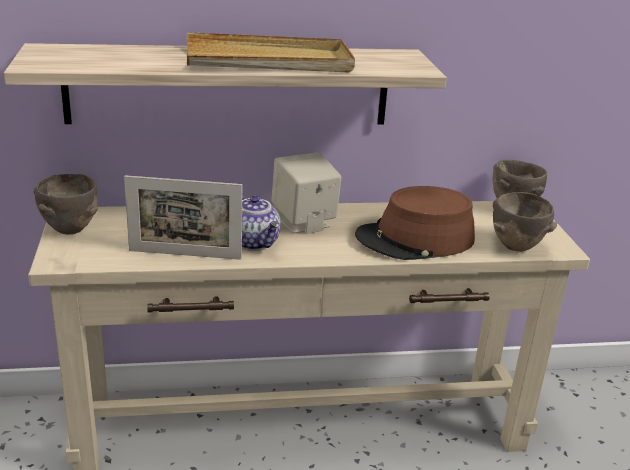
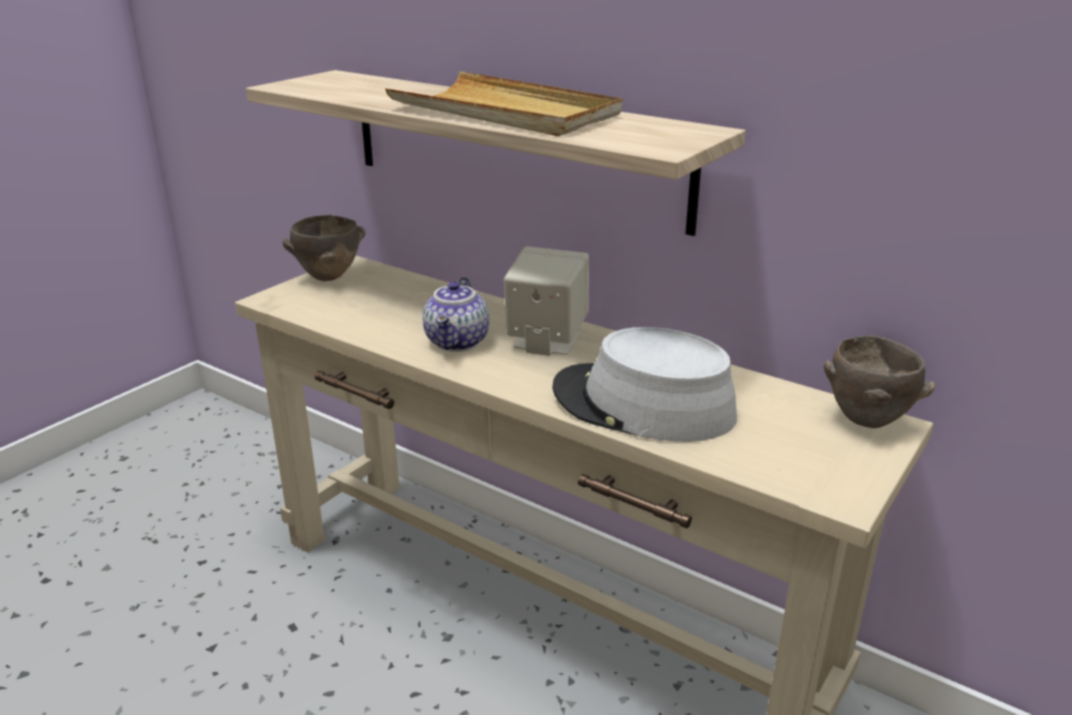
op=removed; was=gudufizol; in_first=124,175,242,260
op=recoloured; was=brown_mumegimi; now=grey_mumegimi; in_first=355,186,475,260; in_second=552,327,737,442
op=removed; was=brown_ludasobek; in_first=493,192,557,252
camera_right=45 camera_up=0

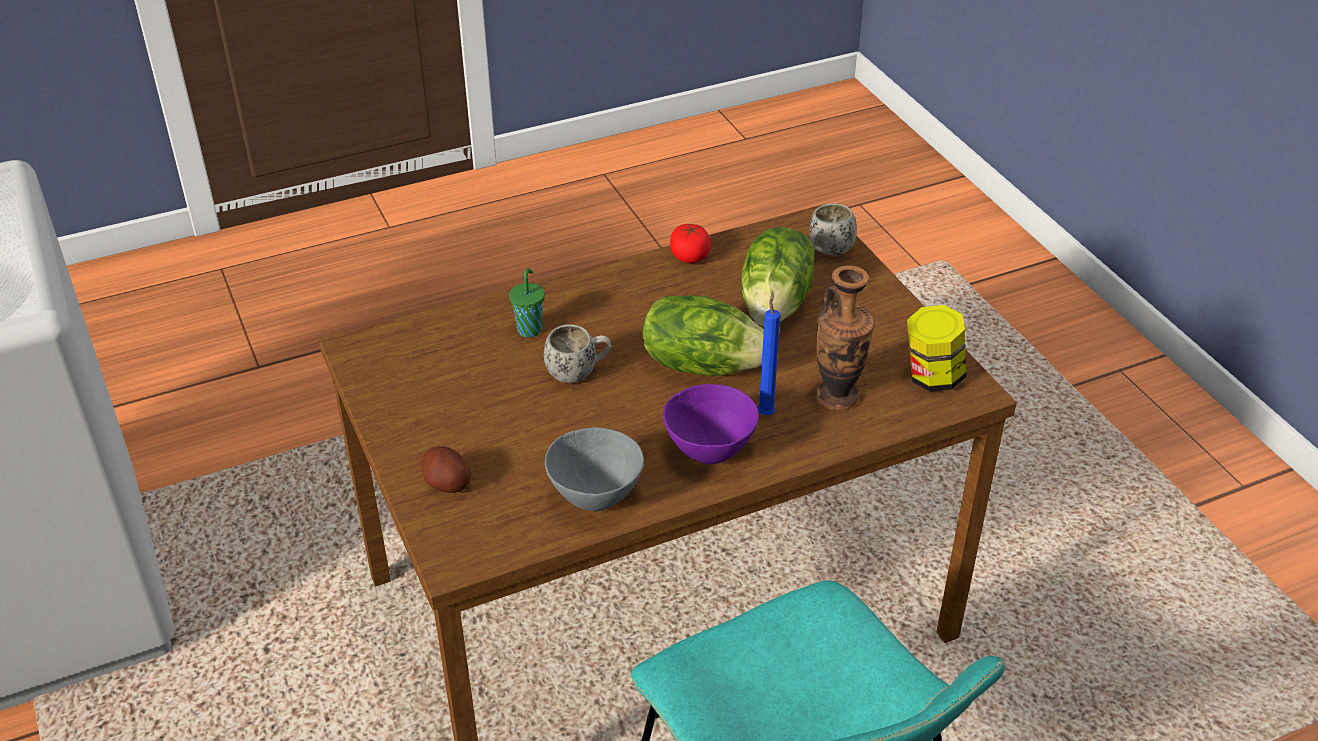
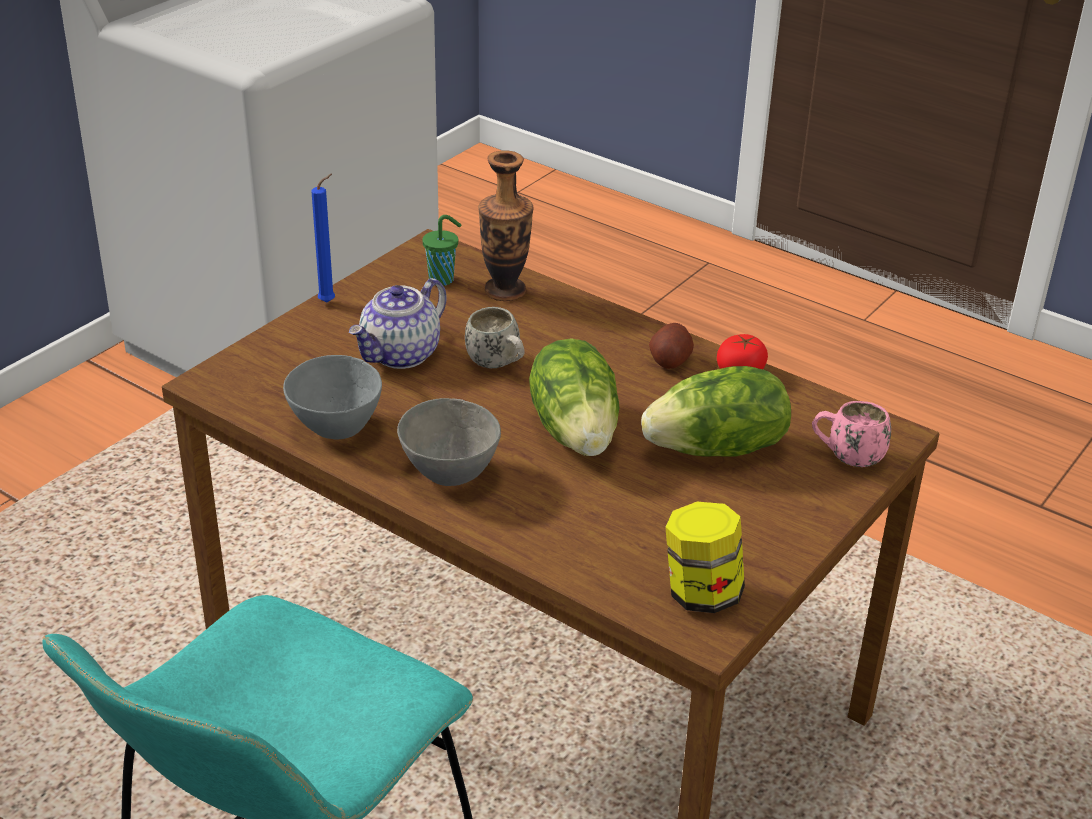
op=recoloured; was=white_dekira; now=pink_dekira; in_first=809,203,857,256; in_second=812,401,891,467
op=moved; was=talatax; in_first=816,265,875,410; in_second=478,151,533,301
op=moved; was=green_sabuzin; in_first=509,268,545,337; in_second=422,215,461,286
op=moved; was=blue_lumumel; in_first=758,292,780,415; in_second=311,174,335,302
op=recoloured; was=purple_ludasobek; now=grey_ludasobek; in_first=663,384,759,464; in_second=397,398,501,486
op=moved; was=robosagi; in_first=421,446,471,493; in_second=649,323,694,369
op=added; now=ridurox; in_second=349,278,447,369
camera_right=60 camera_up=-5

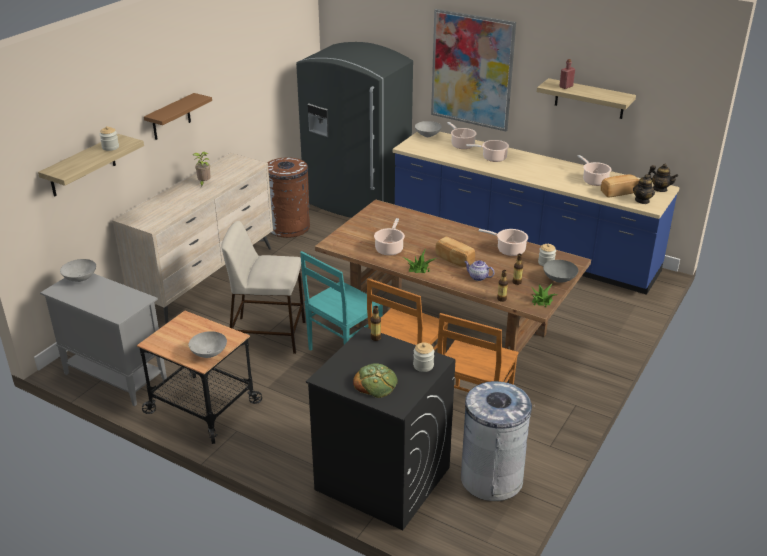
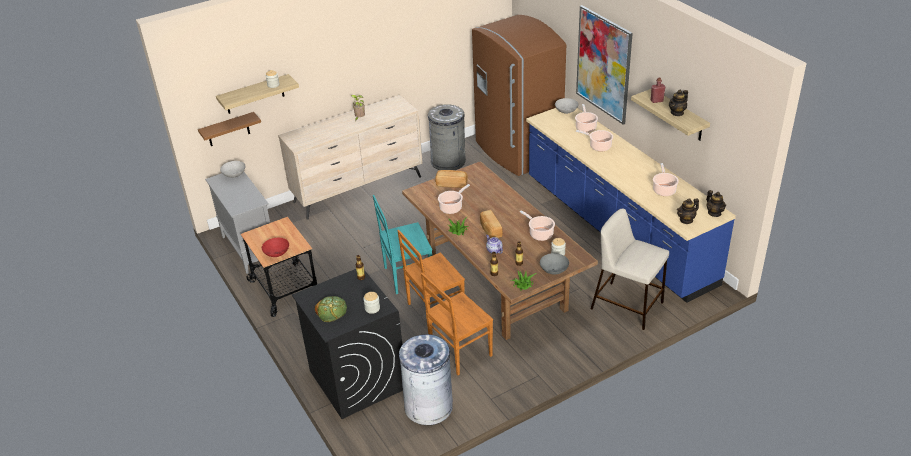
op=recoloured; was=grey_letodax; now=brown_letodax; in_first=296,42,413,218; in_second=472,15,566,176
op=moved; was=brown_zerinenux; in_first=144,93,212,140; in_second=198,112,261,146
op=recoloured; was=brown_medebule; now=grey_medebule; in_first=268,157,310,238; in_second=428,104,466,170
op=moved; was=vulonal; in_first=601,175,639,197; in_second=435,170,468,188
op=moved; was=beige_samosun; in_first=221,221,305,354; in_second=591,209,669,330
op=recoloured; was=grey_ludasobek; now=red_ludasobek; in_first=189,331,227,358; in_second=262,238,289,257
op=added; now=ridurox; in_second=669,90,688,116
camera_right=30 camera_up=5

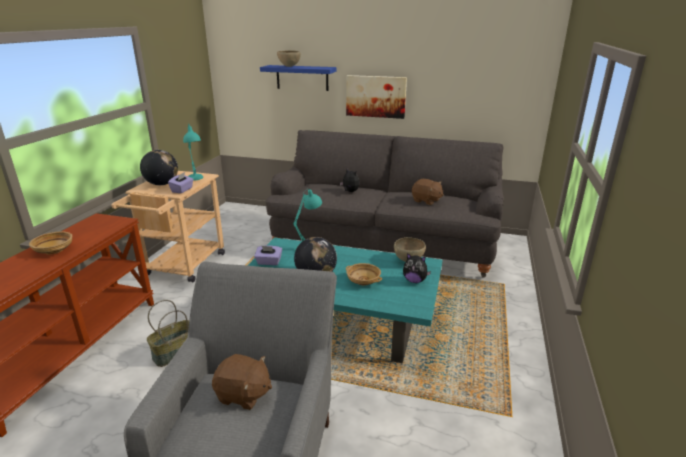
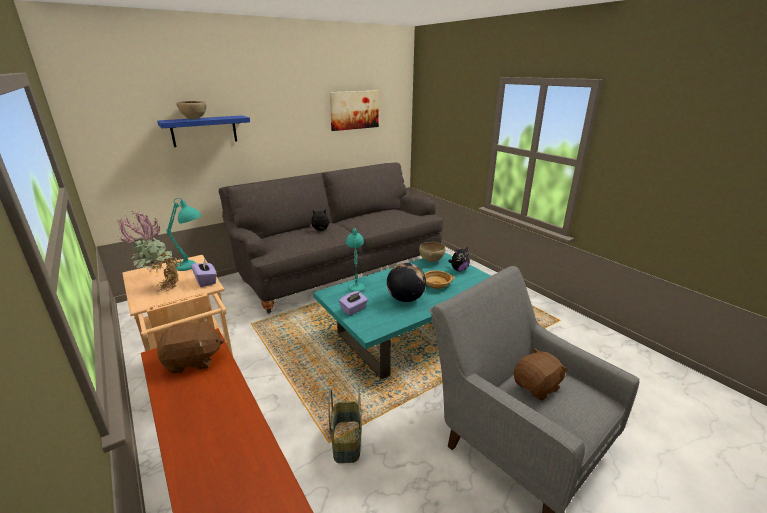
op=moved; was=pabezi; in_first=346,75,407,119; in_second=329,91,379,131
op=replaced; was=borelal; now=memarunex; in_first=140,150,178,185; in_second=117,211,181,292
op=moved; was=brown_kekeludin; in_first=412,179,444,205; in_second=157,318,224,374
op=removed; was=beige_ludasobek; in_first=29,232,72,254
camera_right=-50 camera_up=0

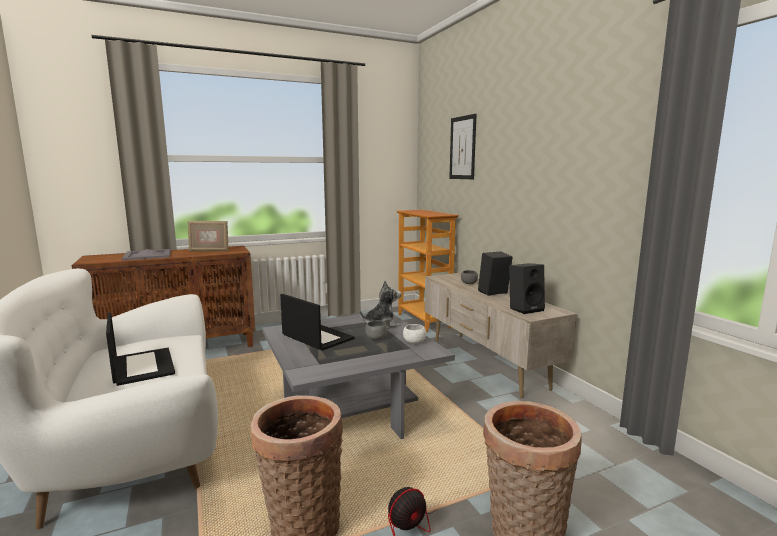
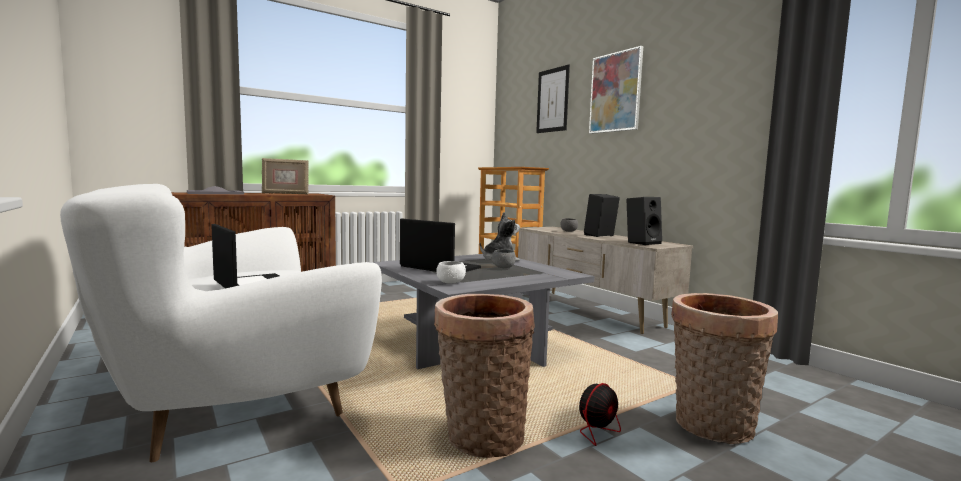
op=moved; was=white_ludasobek; in_first=403,324,427,344; in_second=436,261,466,284
op=added; now=pabezi; in_second=589,46,643,134
camera_right=-10 camera_up=-5

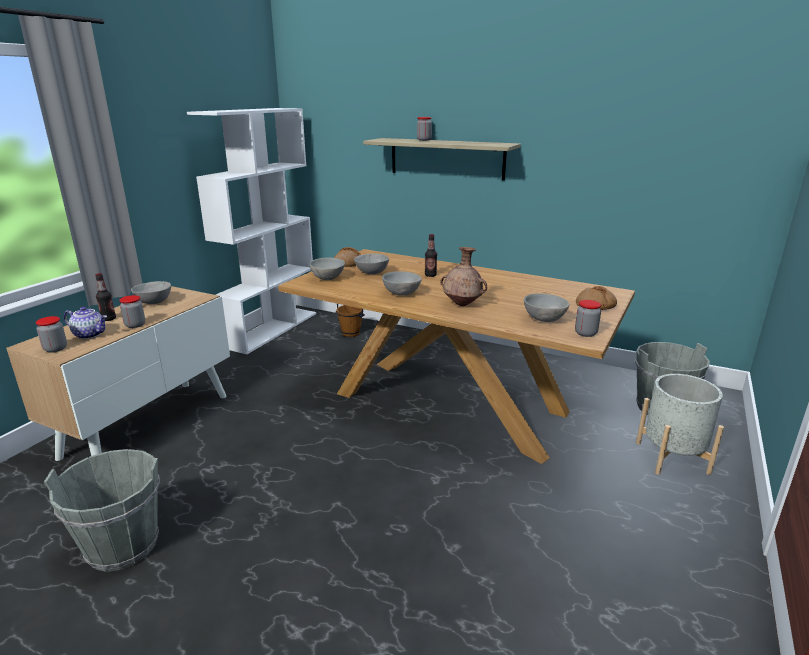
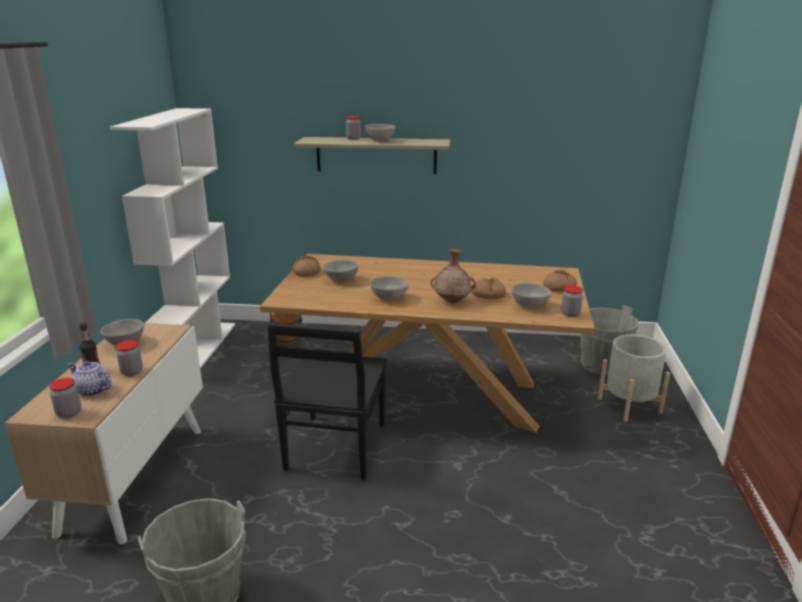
op=removed; was=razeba; in_first=425,234,437,277
op=moved; was=grey_ludasobek; in_first=309,258,345,280; in_second=365,124,396,141
op=turned; was=ridurox; in_first=64,307,107,339; in_second=67,361,112,397; clockwise=-150
op=added; now=vulonal; in_second=471,278,506,299
op=added; now=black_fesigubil; in_second=267,323,387,480
camera_right=-20 camera_up=0

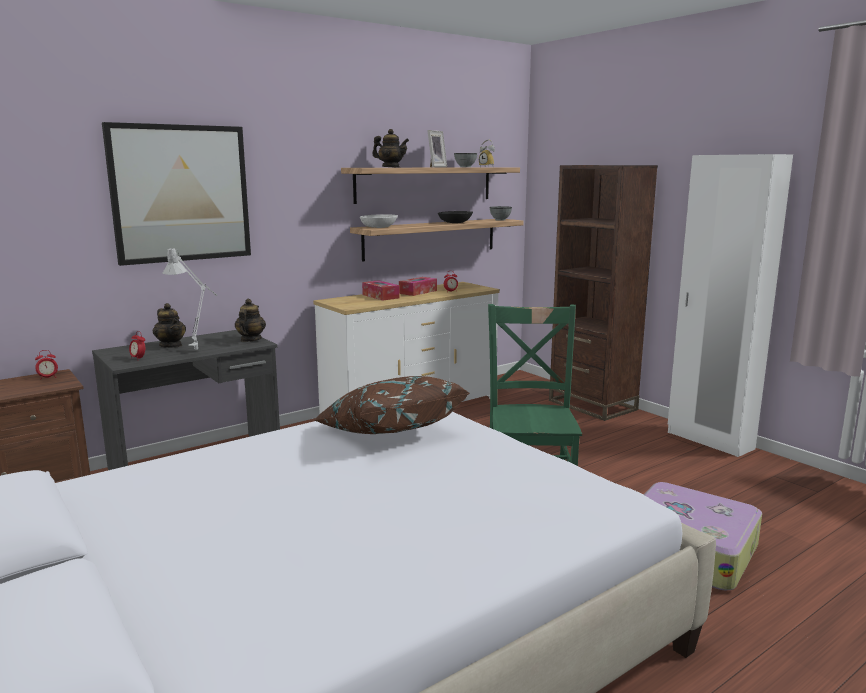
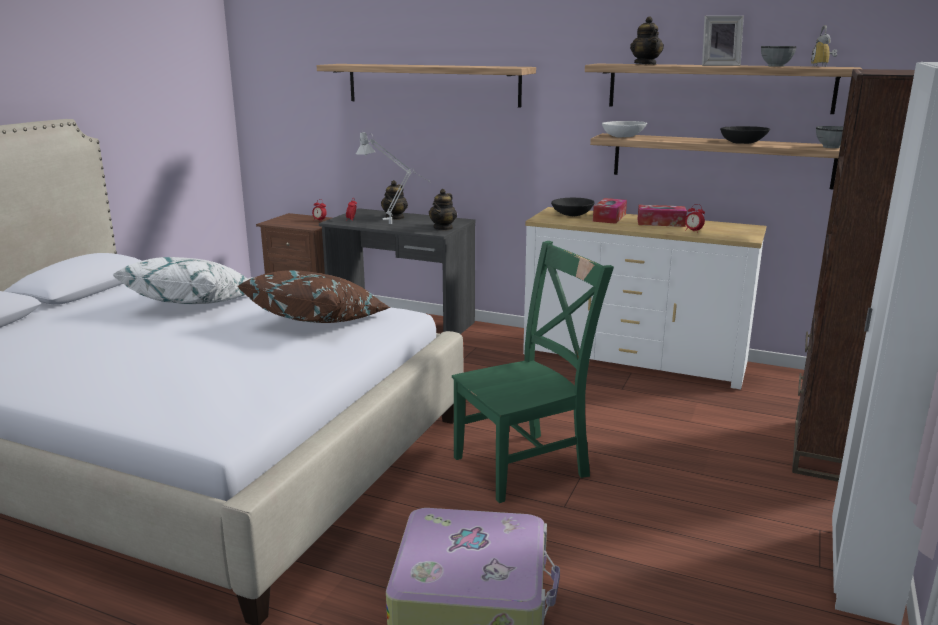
op=replaced; was=pabezi; now=zerinenux; in_first=102,122,251,266; in_second=317,64,536,108
op=turned; was=ridurox; in_first=235,298,266,342; in_second=429,189,457,230; clockwise=135
op=added; now=black_ludasobek; in_second=551,198,595,216
op=added; now=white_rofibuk; in_second=112,257,249,304
camera_right=60 camera_up=5

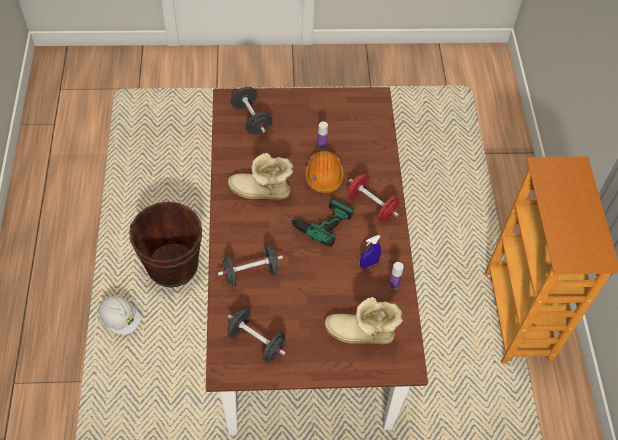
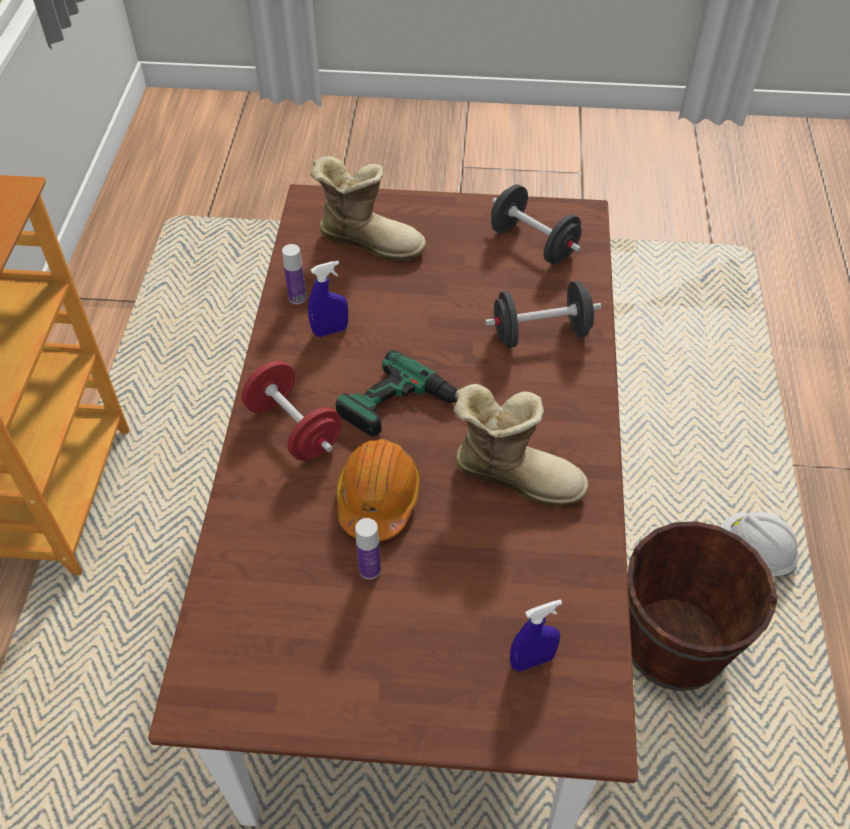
op=replaced; was=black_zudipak; now=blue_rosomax; in_first=231,87,273,135; in_second=510,599,562,672
camera_right=-170 camera_up=-5

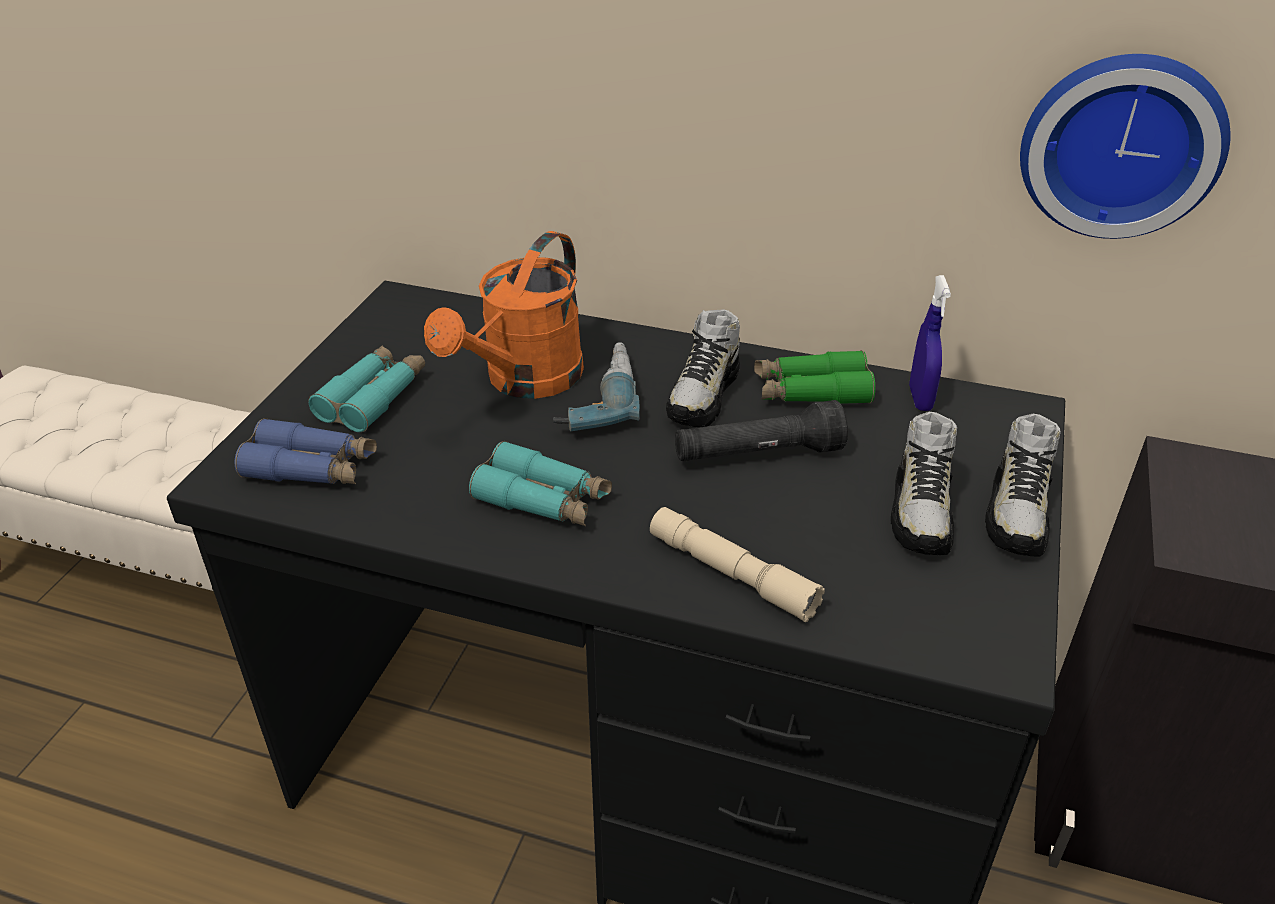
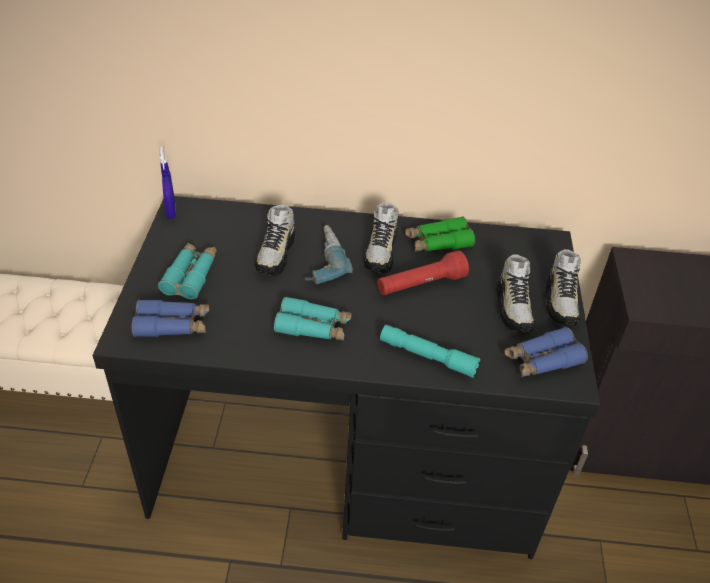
op=removed; was=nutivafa; in_first=1020,54,1230,239
op=replaced; was=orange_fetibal; now=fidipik; in_first=424,231,584,399; in_second=255,204,295,276
op=moved; was=blue_rosomax; in_first=909,275,951,411; in_second=160,147,176,219
op=recoloured; was=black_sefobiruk; now=red_sefobiruk; in_first=675,400,848,461; in_second=377,250,469,295
op=recoloured; was=beige_sefobiruk; now=turquoise_sefobiruk; in_first=650,507,825,622; in_second=380,325,480,378
op=added; now=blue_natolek; in_second=505,327,588,377
camera_right=-15 camera_up=5

